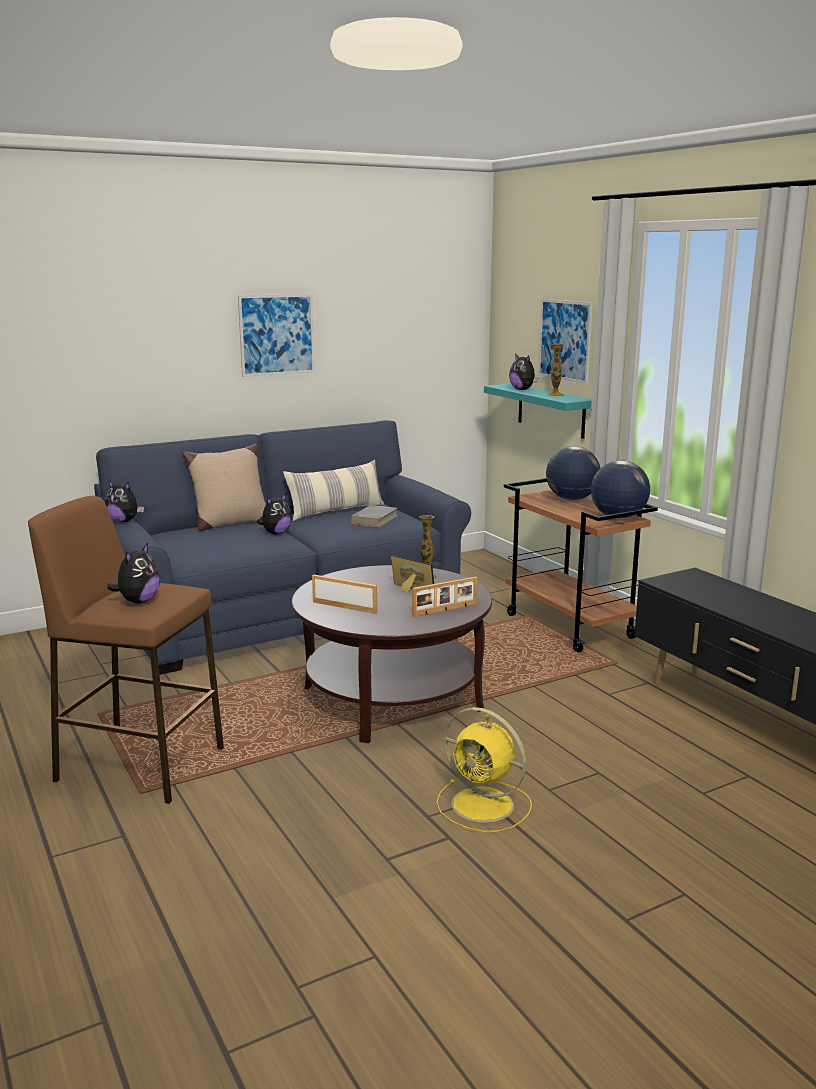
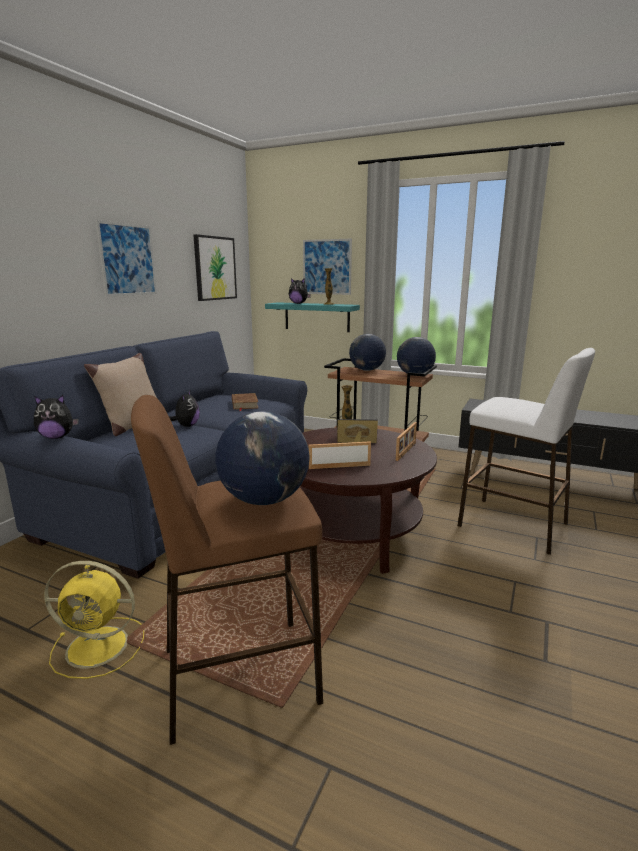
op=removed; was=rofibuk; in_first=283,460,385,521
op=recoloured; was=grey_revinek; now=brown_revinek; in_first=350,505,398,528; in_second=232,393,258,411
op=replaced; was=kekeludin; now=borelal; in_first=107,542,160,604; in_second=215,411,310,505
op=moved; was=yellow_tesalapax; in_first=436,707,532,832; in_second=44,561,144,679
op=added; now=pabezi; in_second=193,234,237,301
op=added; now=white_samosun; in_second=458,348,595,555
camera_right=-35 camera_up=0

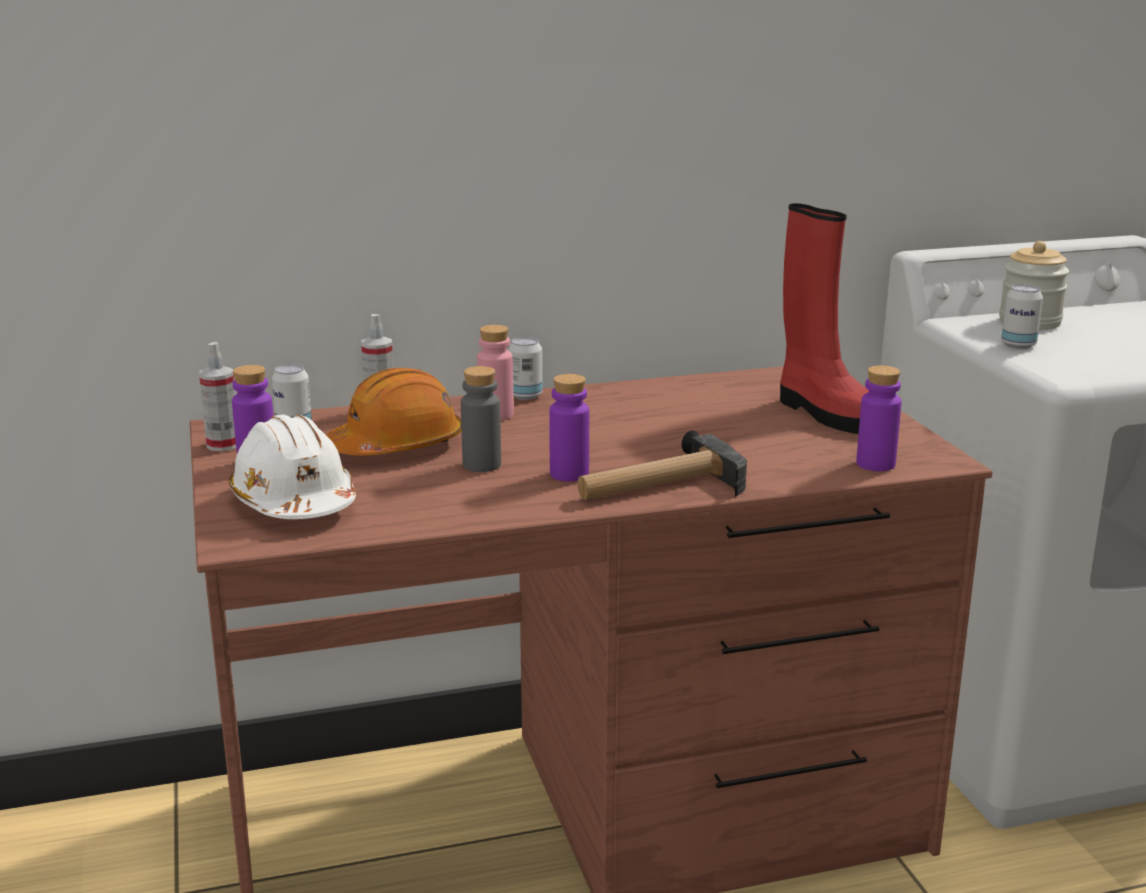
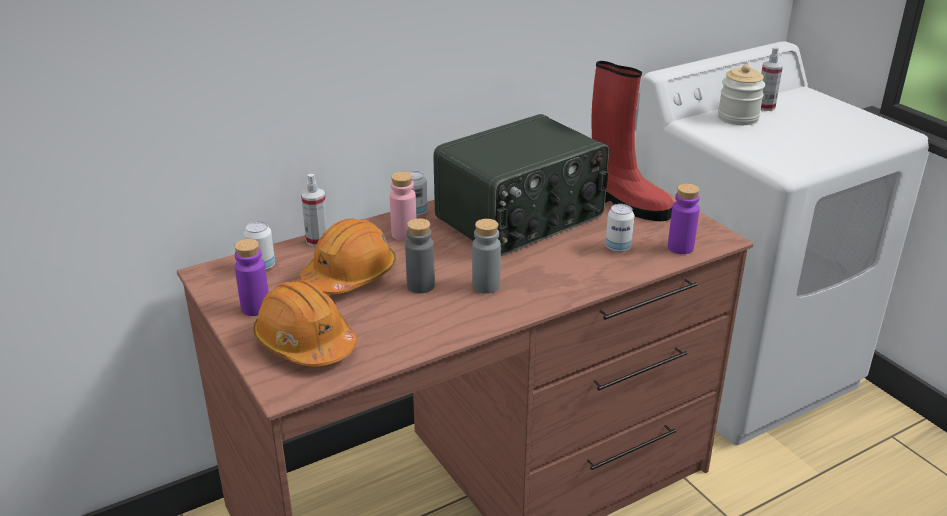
op=moved; was=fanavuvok; in_first=1001,284,1043,349; in_second=605,204,634,253
op=moved; was=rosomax; in_first=199,342,236,451; in_second=761,47,783,111
op=recoloured; was=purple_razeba; now=grey_razeba; in_first=549,374,589,482; in_second=472,219,501,294
op=recoloured; was=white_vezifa; now=orange_vezifa; in_first=229,415,356,519; in_second=253,280,357,366
op=removed; was=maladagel; in_first=577,430,747,500
op=added; now=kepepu; in_second=433,114,609,256
camera_right=-15 camera_up=10

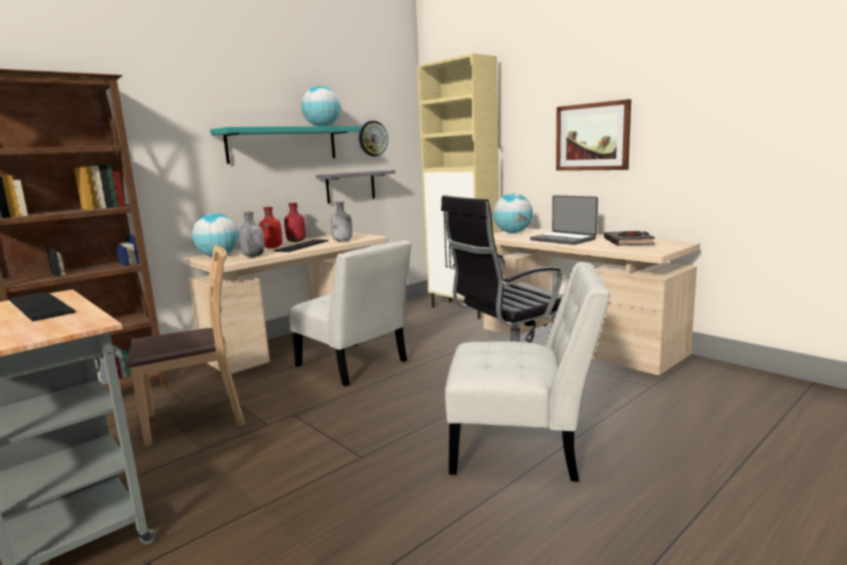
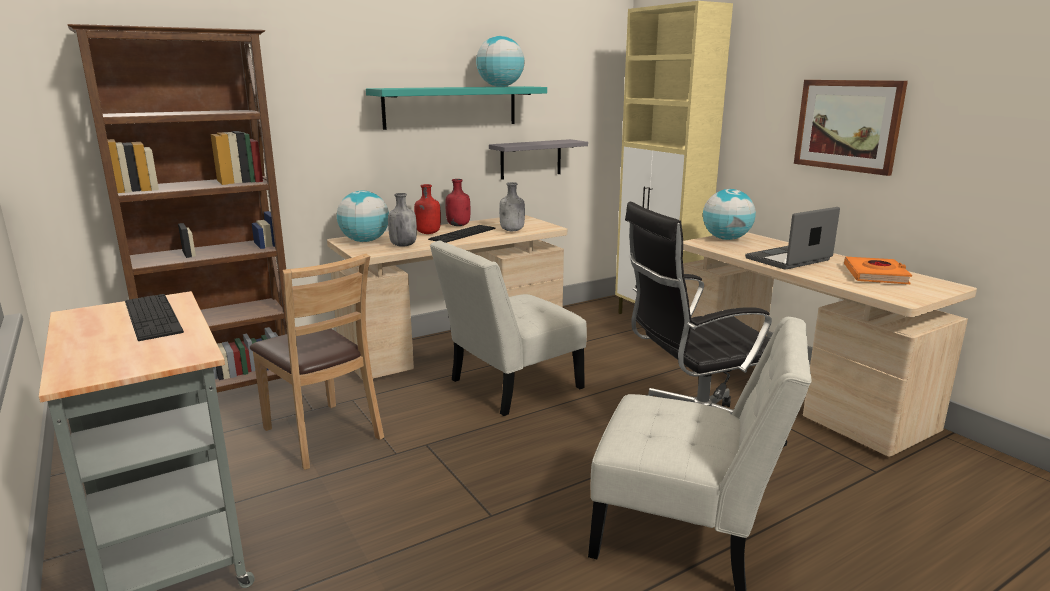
op=removed; was=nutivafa; in_first=359,121,388,156
op=turned; was=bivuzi; in_first=530,195,598,245; in_second=745,207,840,270; clockwise=90
op=recoloured; was=black_revinek; now=orange_revinek; in_first=604,231,655,246; in_second=844,257,912,284
op=turned; was=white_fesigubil; in_first=289,240,412,386; in_second=430,241,587,416; clockwise=90
op=turned; was=brown_fesigubil; in_first=126,245,245,446; in_second=250,253,384,470; clockwise=60
camera_right=10 camera_up=5

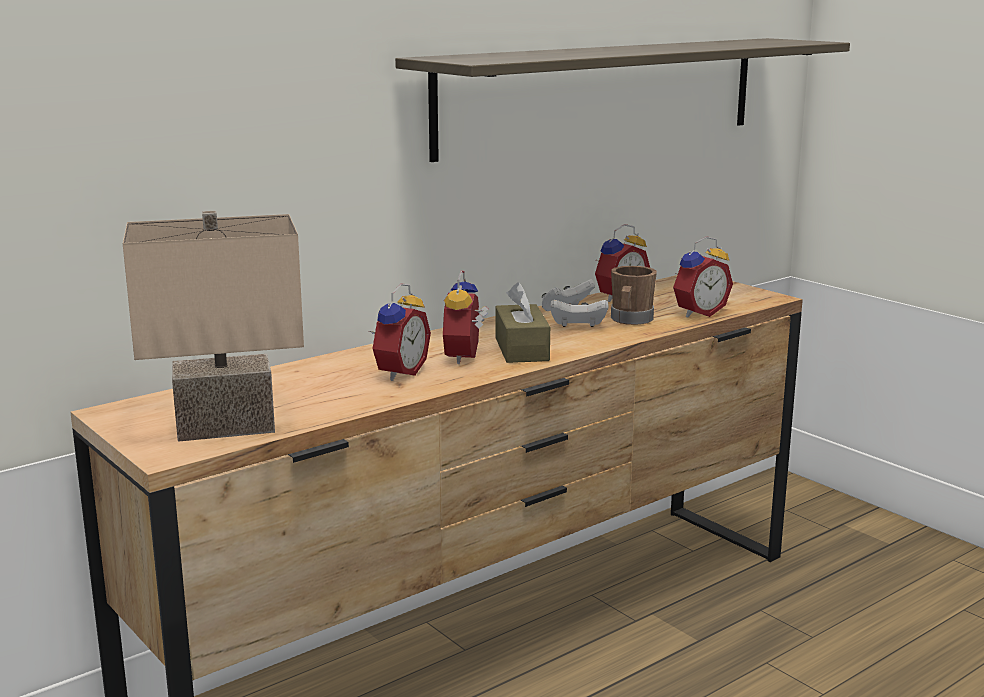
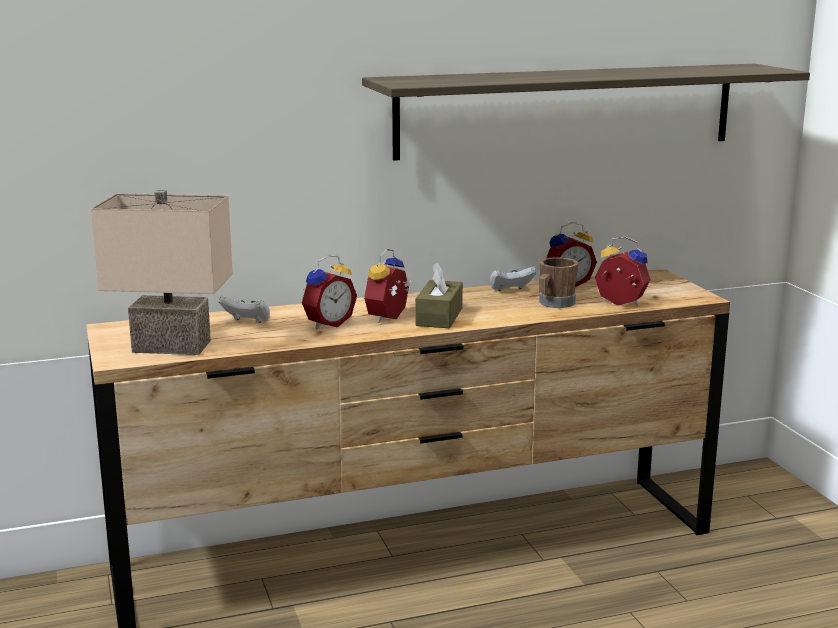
op=turned; was=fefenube; in_first=673,236,733,318; in_second=595,236,651,306; clockwise=-135
op=moved; was=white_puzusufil; in_first=550,300,609,327; in_second=219,296,270,323
camera_right=20 camera_up=0

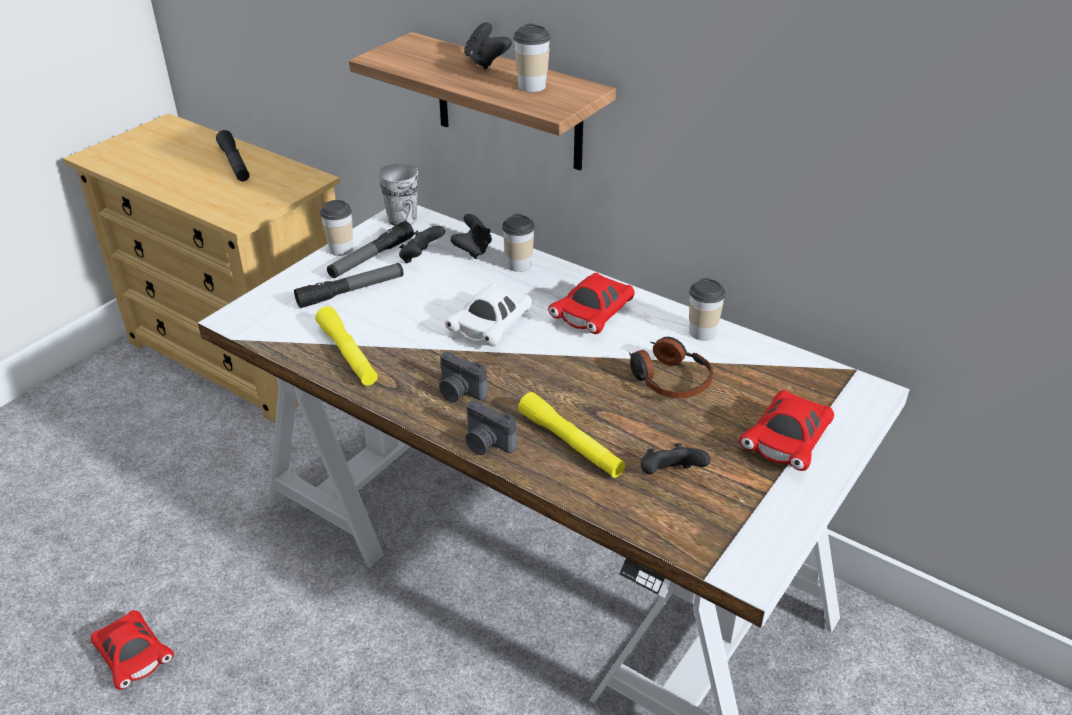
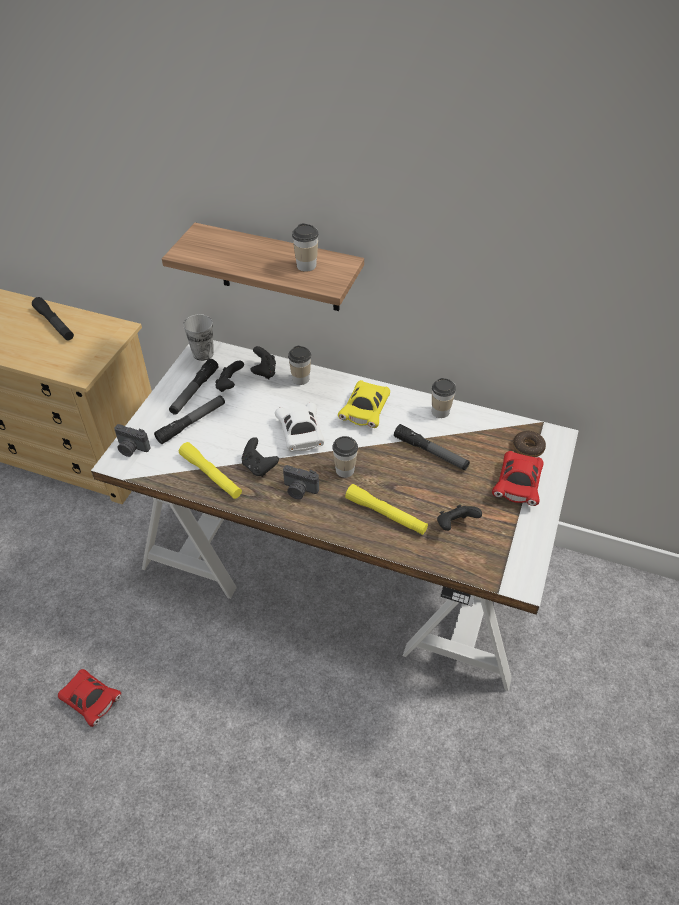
op=moved; was=black_puzusufil; in_first=464,22,512,70; in_second=242,437,279,477
op=moved; was=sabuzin; in_first=320,200,353,256; in_second=332,436,358,478
op=recoloured; was=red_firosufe; now=yellow_firosufe; in_first=548,273,635,334; in_second=338,380,390,428
op=turned; was=white_firosufe; in_first=445,283,532,347; in_second=275,402,324,451; clockwise=150
op=replaced; was=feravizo; now=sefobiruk; in_first=629,337,714,398; in_second=394,424,470,470
op=moved; was=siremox; in_first=465,400,517,455; in_second=114,424,151,457
op=added; now=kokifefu; in_second=513,431,546,457
camera_right=-15 camera_up=10

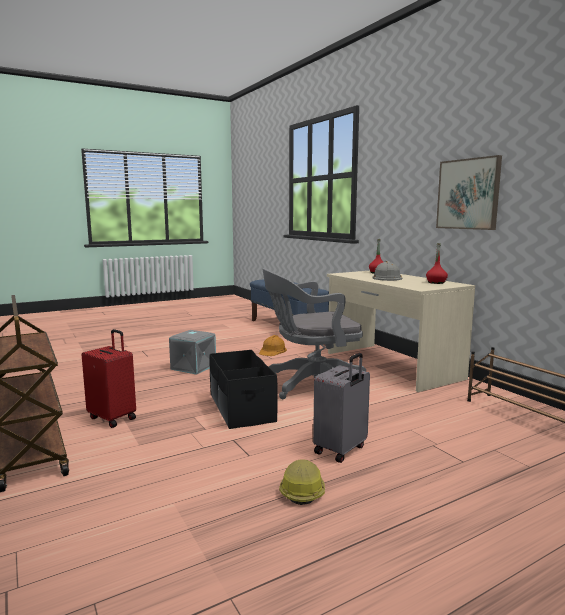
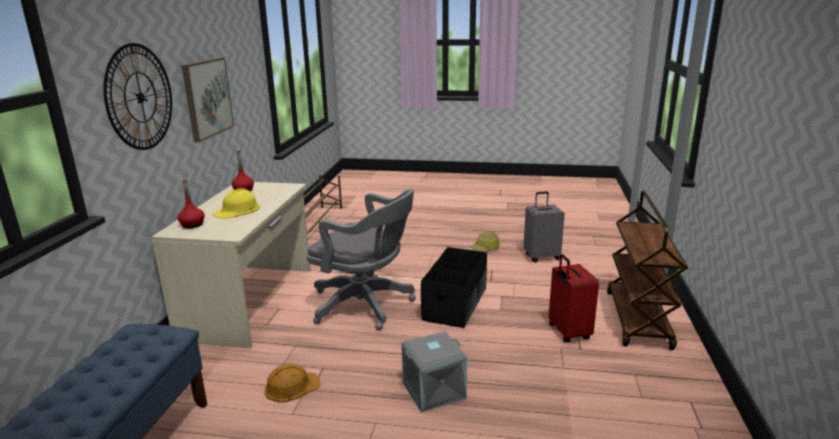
op=recoloured; was=grey_vezifa; now=yellow_vezifa; in_first=372,261,402,281; in_second=213,188,260,219
op=moved; was=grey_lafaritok; in_first=313,353,370,463; in_second=523,191,565,262
op=added; now=nutivafa; in_second=103,43,172,150
camera_right=-140 camera_up=10

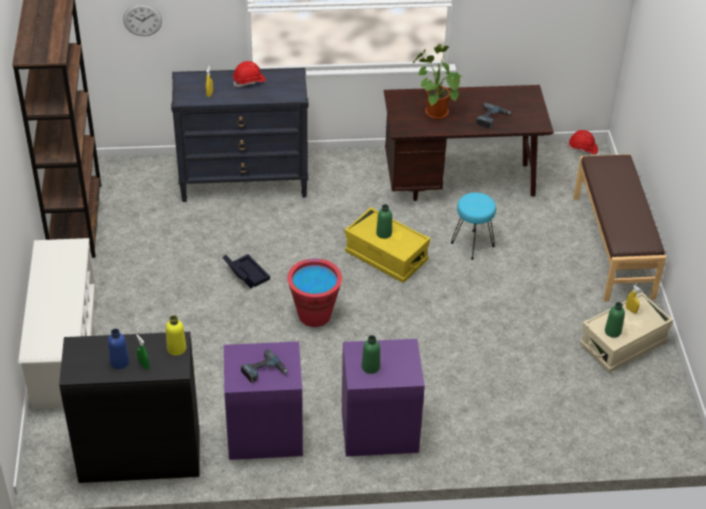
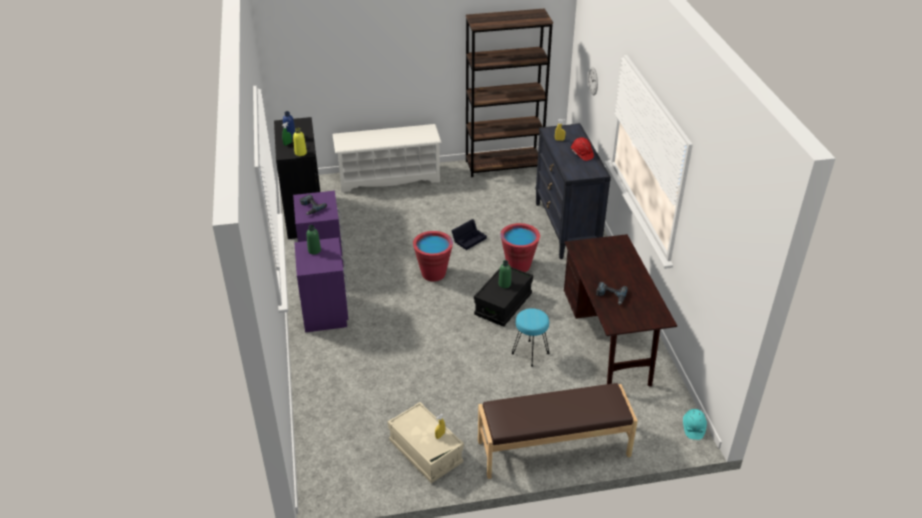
op=removed; was=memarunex; in_first=413,44,462,119
op=recoloured; was=red_vezifa; now=turquoise_vezifa; in_first=568,130,598,154; in_second=683,409,707,440
op=recoloured; was=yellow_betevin; now=black_betevin; in_first=345,207,430,283; in_second=474,267,533,327
op=removed; was=green_razeba; in_first=605,302,625,338
op=added; now=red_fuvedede; in_second=500,223,540,272
camera_right=85 camera_up=-5

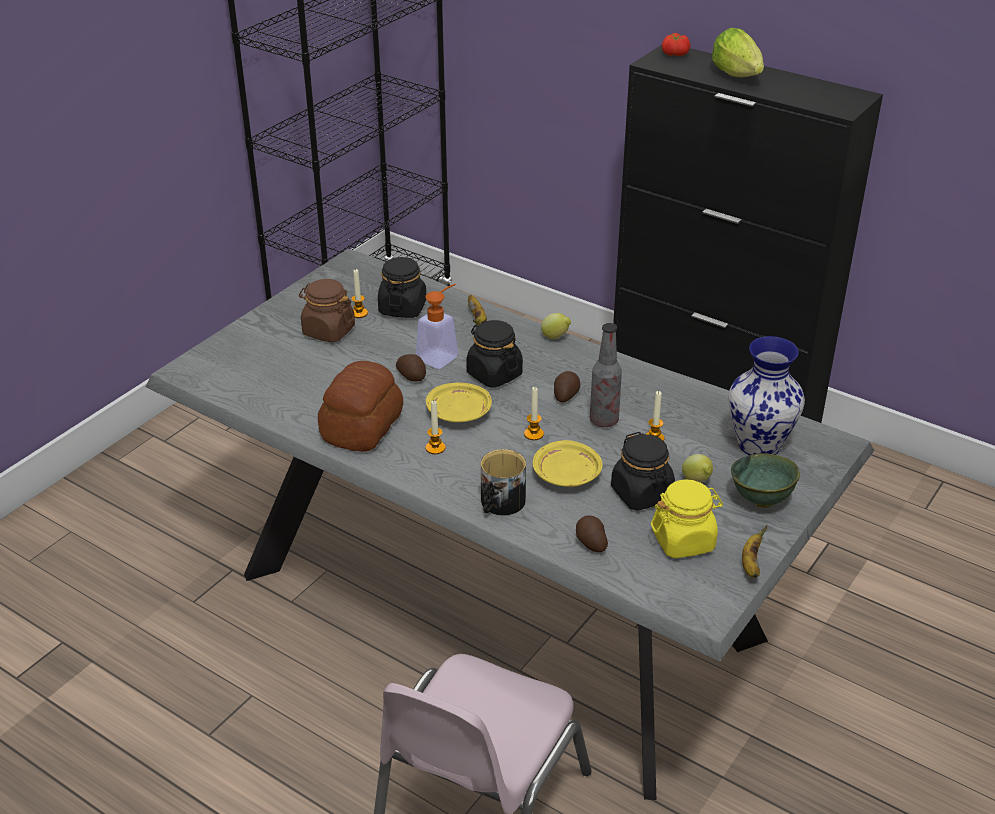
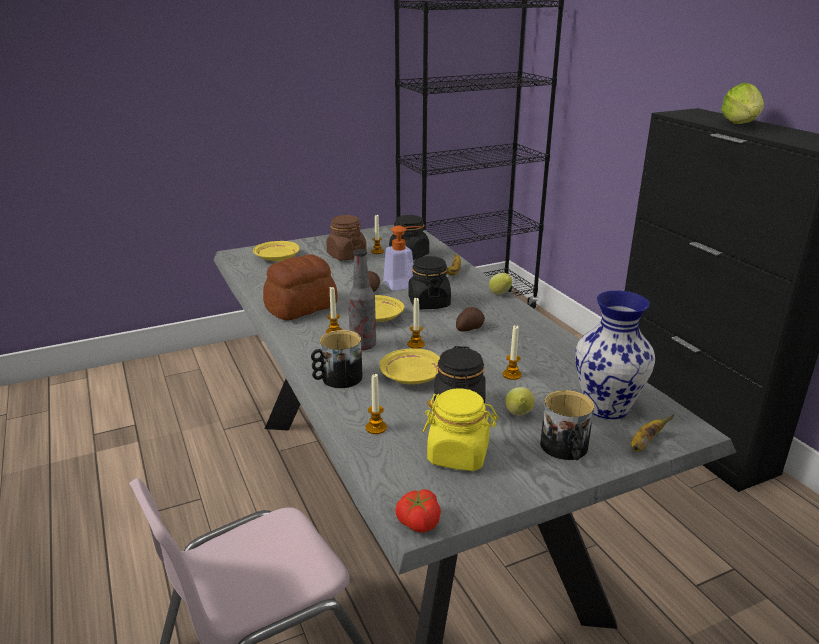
op=moved; was=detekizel; in_first=662,33,690,56; in_second=395,489,441,533
op=moved; was=razeba; in_first=590,323,622,427; in_second=348,249,376,350
op=replaced; was=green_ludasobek; now=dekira; in_first=731,453,800,508; in_second=540,390,594,460
op=replaced; was=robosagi; now=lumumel; in_first=576,515,608,552; in_second=365,373,387,434
op=moved; was=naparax; in_first=742,525,767,578; in_second=631,414,674,452
op=added; now=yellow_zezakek; in_second=253,241,299,261
camera_right=30 camera_up=-10

